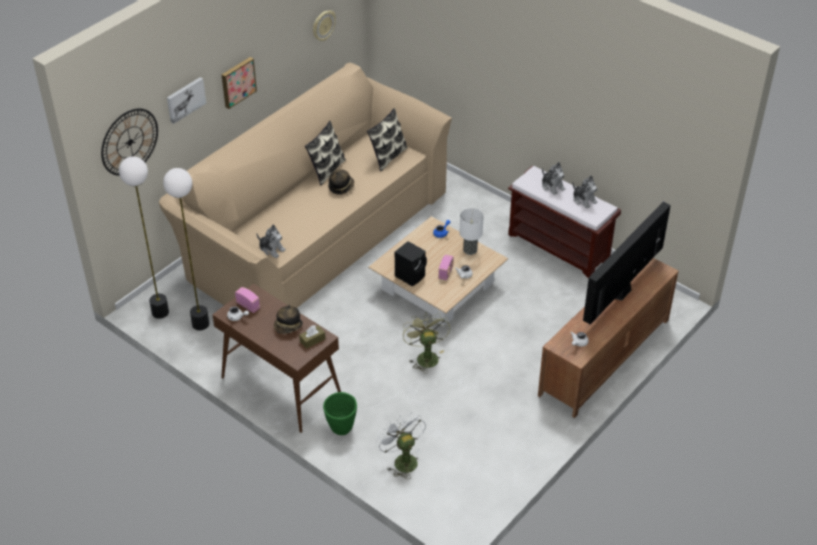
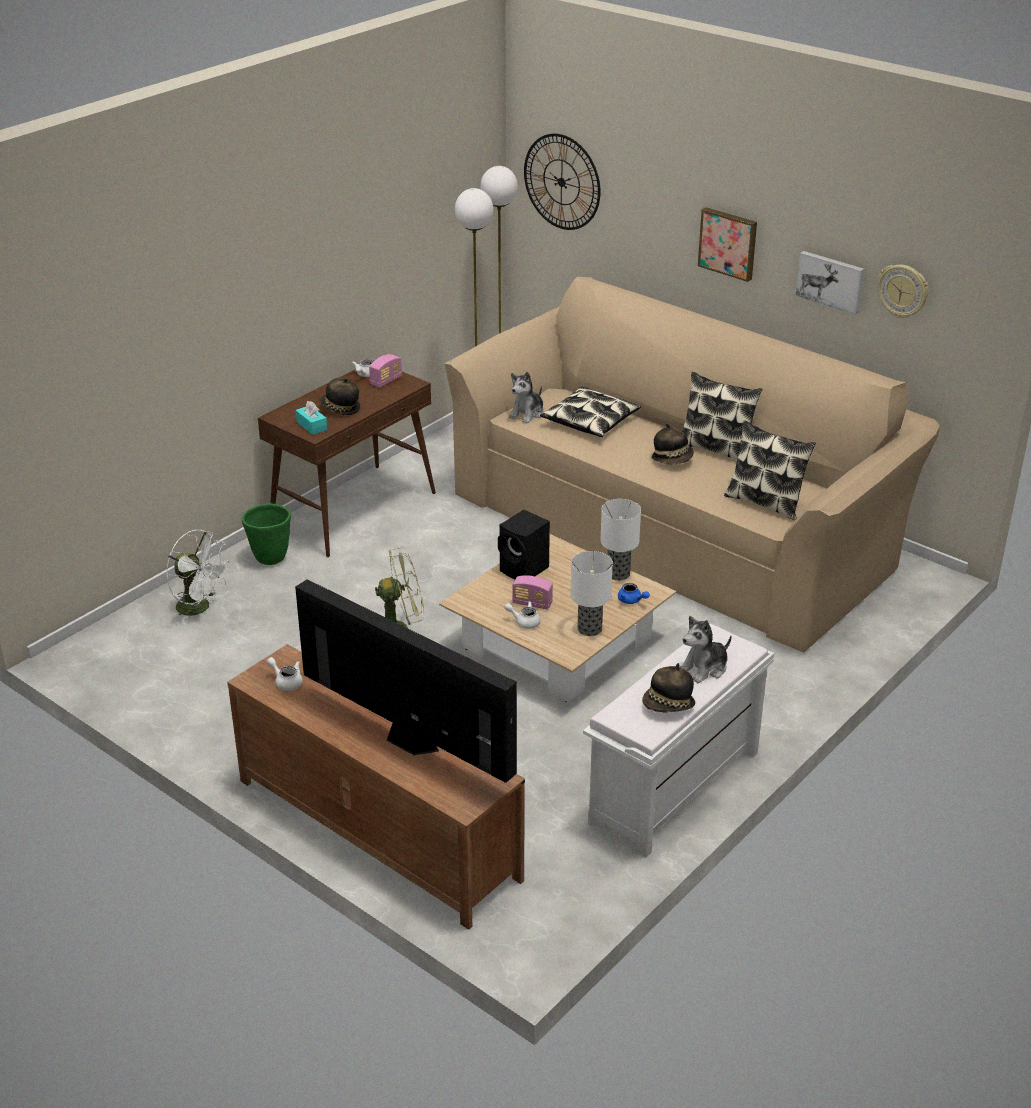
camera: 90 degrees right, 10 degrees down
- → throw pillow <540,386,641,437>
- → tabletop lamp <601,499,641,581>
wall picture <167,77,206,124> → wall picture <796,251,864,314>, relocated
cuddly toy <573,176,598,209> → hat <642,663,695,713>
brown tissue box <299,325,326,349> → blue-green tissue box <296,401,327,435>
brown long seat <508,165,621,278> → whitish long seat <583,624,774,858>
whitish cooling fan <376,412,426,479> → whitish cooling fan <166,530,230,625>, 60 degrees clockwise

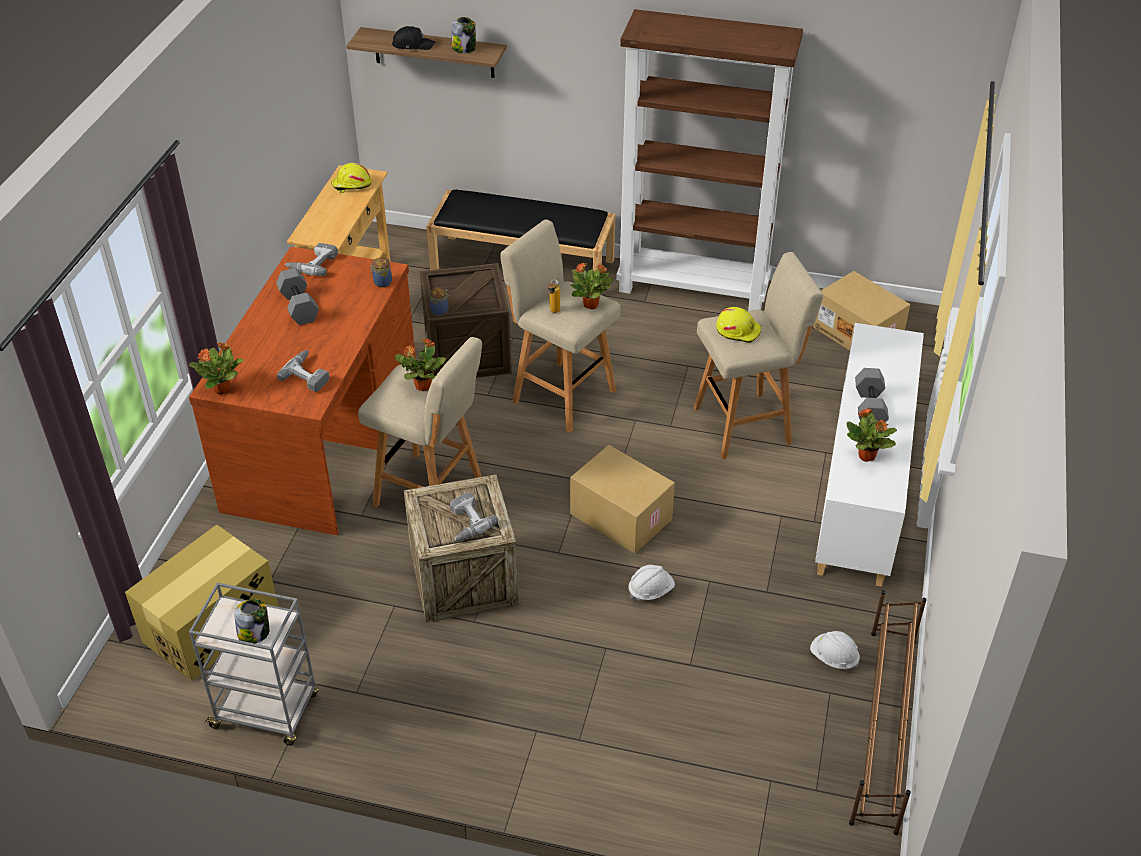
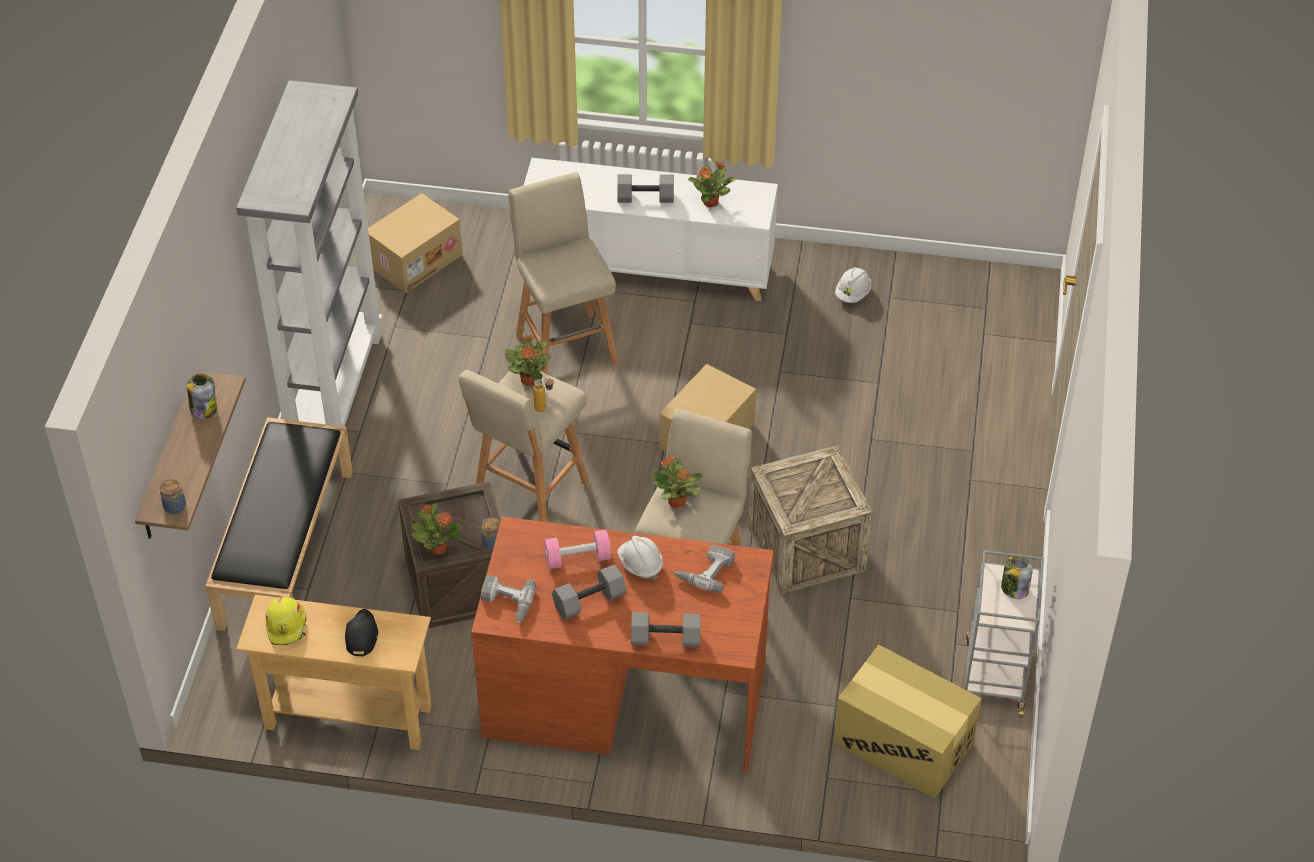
camera: 95 degrees left, 5 degrees up
power drill <450,492,498,541> → -
yellowish work helmet <716,307,761,343> → -
brown shoe rack <849,590,927,835> → -
- → pink-coloured hand weight <544,530,611,569>
- → greyish hand weight <631,612,701,647>
potted plant <189,342,243,395> → potted plant <411,503,462,555>, relocated
storage jar <370,257,392,287> → storage jar <160,479,186,514>, relocated
black-coloured peaked cap <392,26,436,50> → black-coloured peaked cap <345,609,378,657>, relocated
whitish work helmet <628,565,675,601> → whitish work helmet <617,536,663,580>, relocated
brown bookshelf <616,9,803,311> → greyish bookshelf <236,80,383,427>

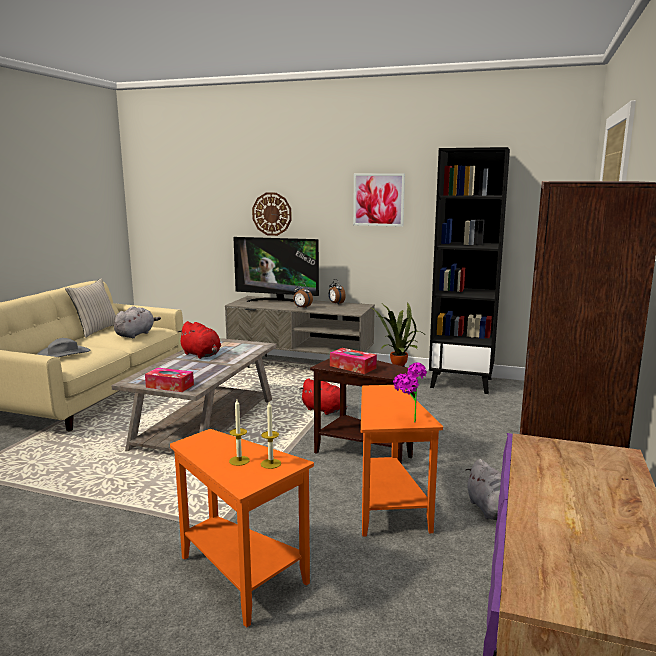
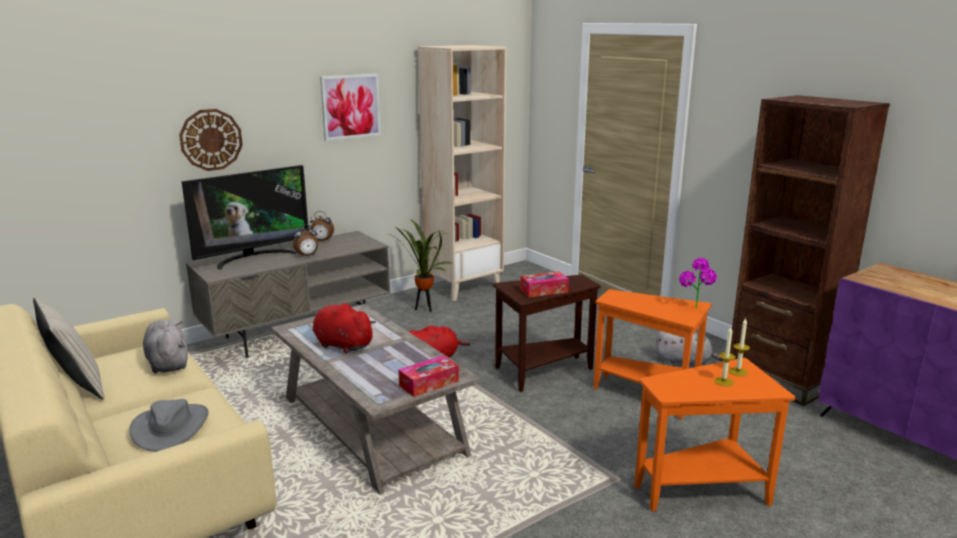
camera: 55 degrees left, 5 degrees up
black-coloured bookshelf <429,147,510,394> → sand-coloured bookshelf <418,45,507,301>
red-coloured cuddly toy <177,321,221,359> → red-coloured cuddly toy <313,303,376,354>, 135 degrees counterclockwise

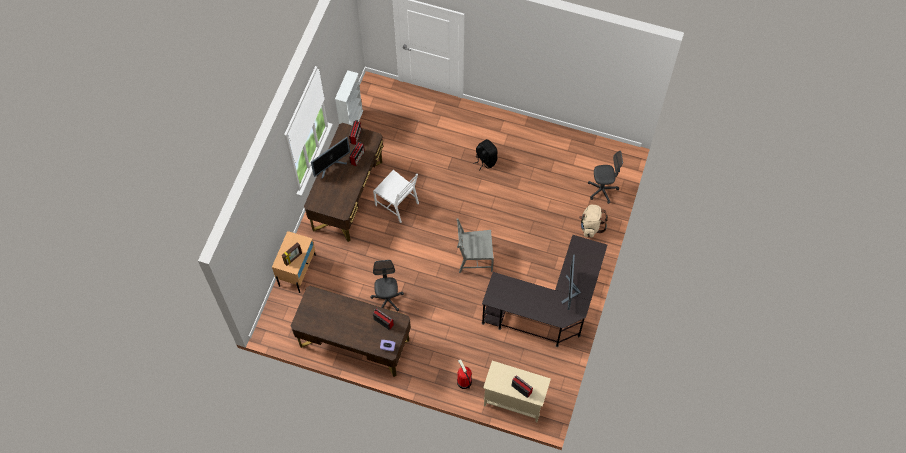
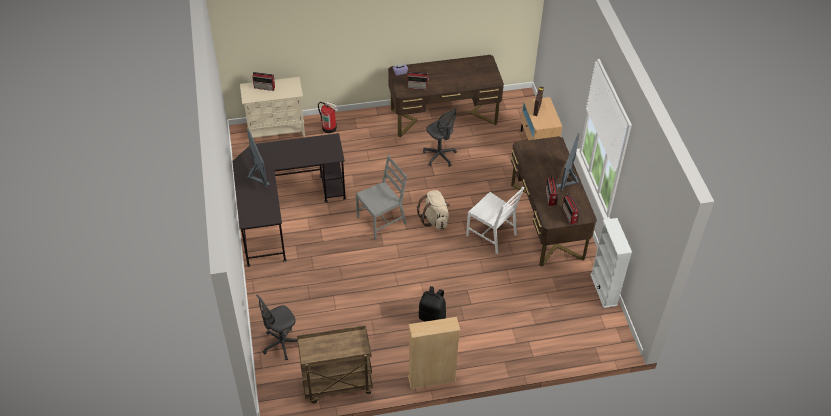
camera: 150 degrees right, 15 degrees down
- → brown cart <297,325,373,404>
- → sand-coloured bookshelf <408,317,460,389>
sand-coloured rucksack <579,205,608,238> → sand-coloured rucksack <417,190,450,230>, relocated
whitish plain chair <373,170,419,223> → whitish plain chair <466,187,524,254>, 150 degrees counterclockwise

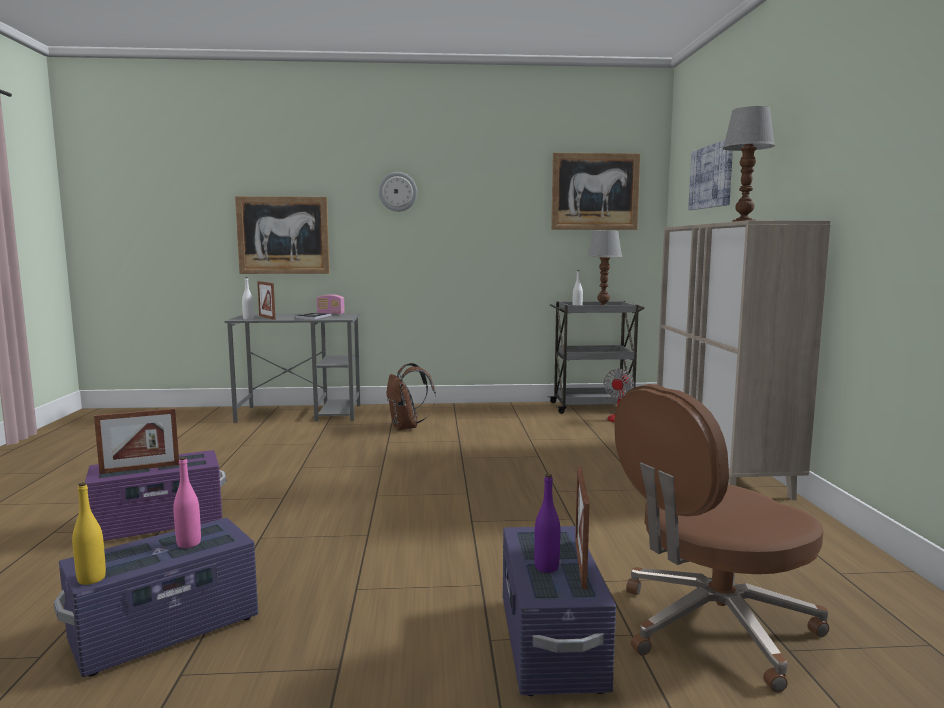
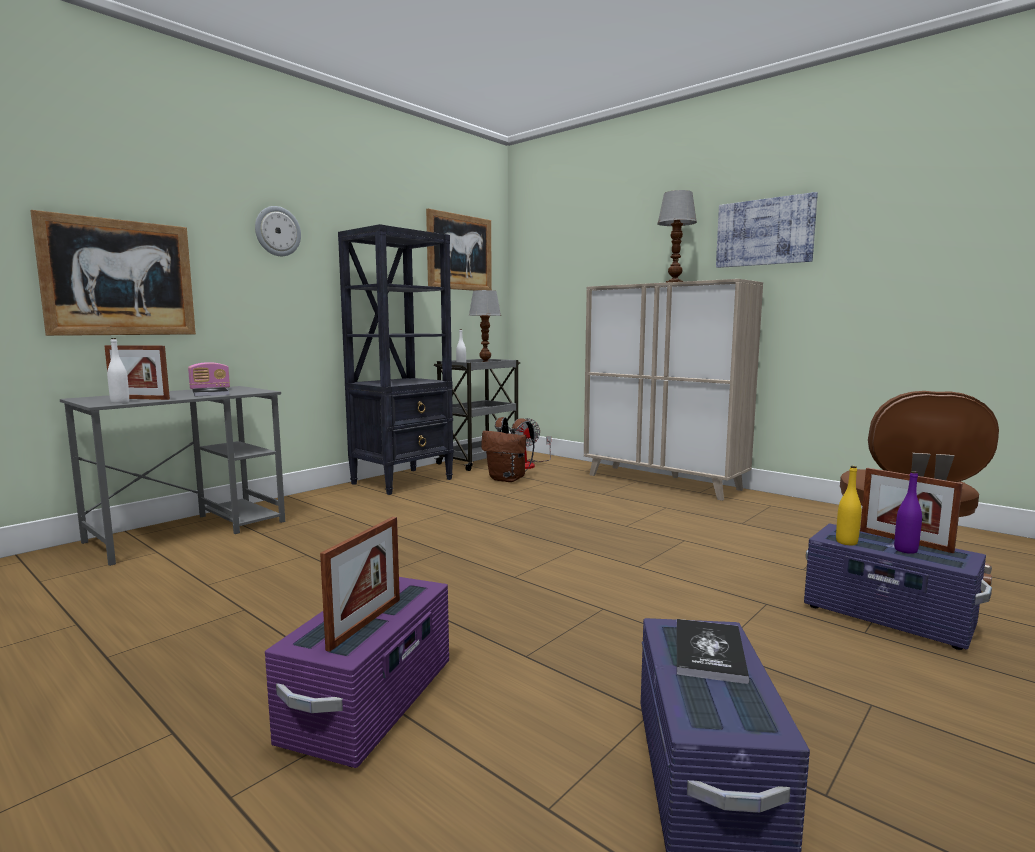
camera: 45 degrees left, 0 degrees up
- → black-coloured bookshelf <338,224,454,495>
yellowish bottle <72,482,106,585> → yellowish bottle <836,466,861,545>, relocated
brown rucksack <386,363,436,430> → brown rucksack <481,417,535,482>, relocated
wall picture <688,140,733,210> → wall picture <716,192,818,268>, relocated
pink-coloured bottle <173,457,201,548> → book <677,619,749,684>

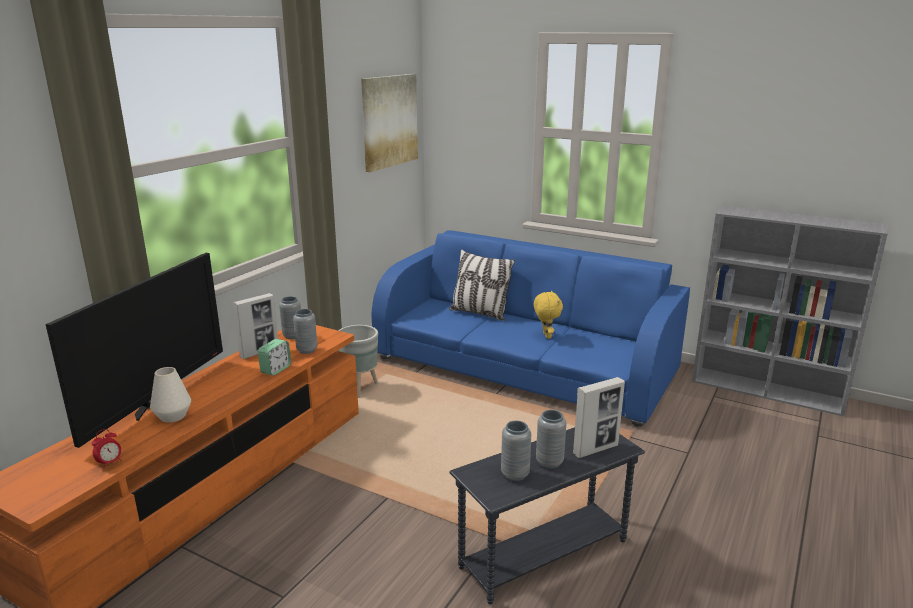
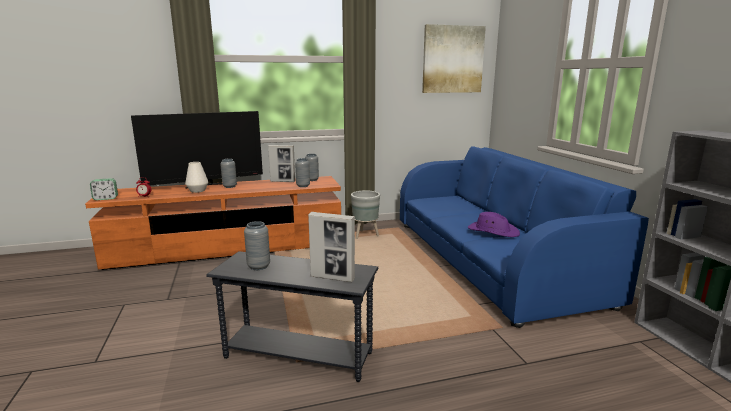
camera: 45 degrees right, 5 degrees down
throw pillow <449,249,515,321> → -
table clock <258,339,291,376> → table clock <90,178,118,200>, relocated
greyish flower vase <536,410,566,469> → greyish flower vase <220,159,237,188>, relocated
yellowish cuddly toy <534,291,563,339> → purplish hat <468,212,520,237>

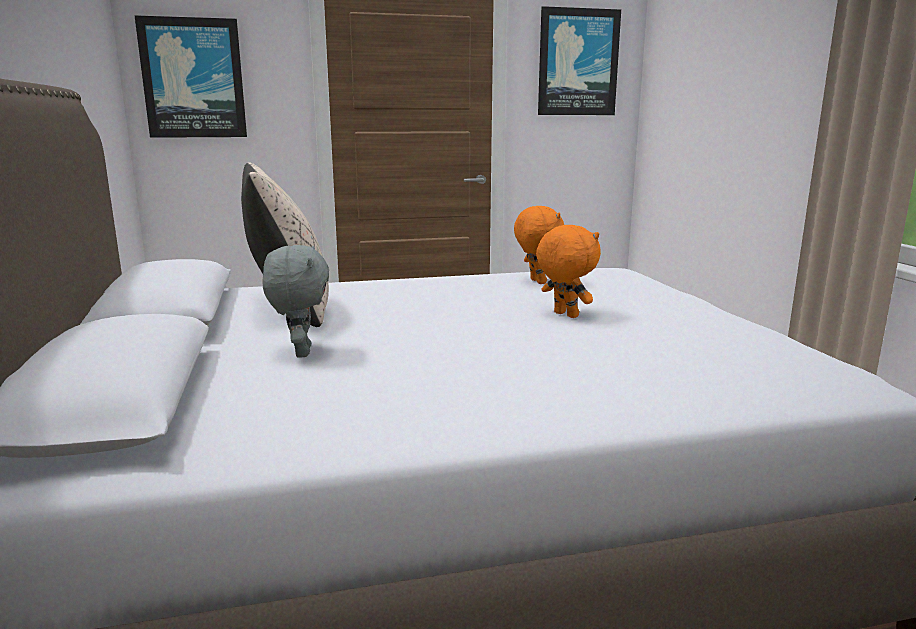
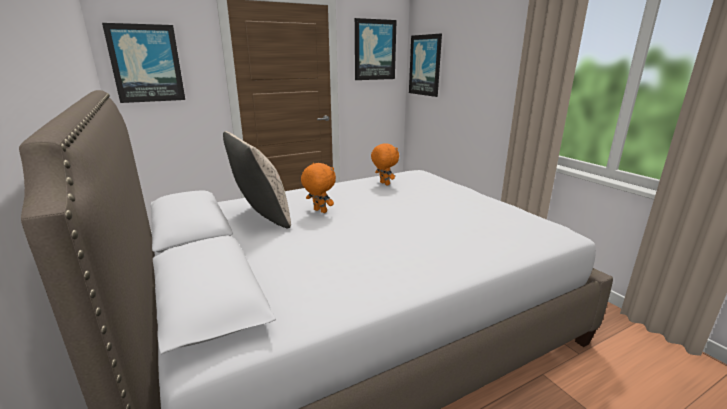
camera: 15 degrees left, 5 degrees up
greyish cuddly toy <262,245,329,358> → -
- → wall picture <409,33,442,97>
orangey cuddly toy <536,225,601,318> → orangey cuddly toy <301,163,336,213>, relocated

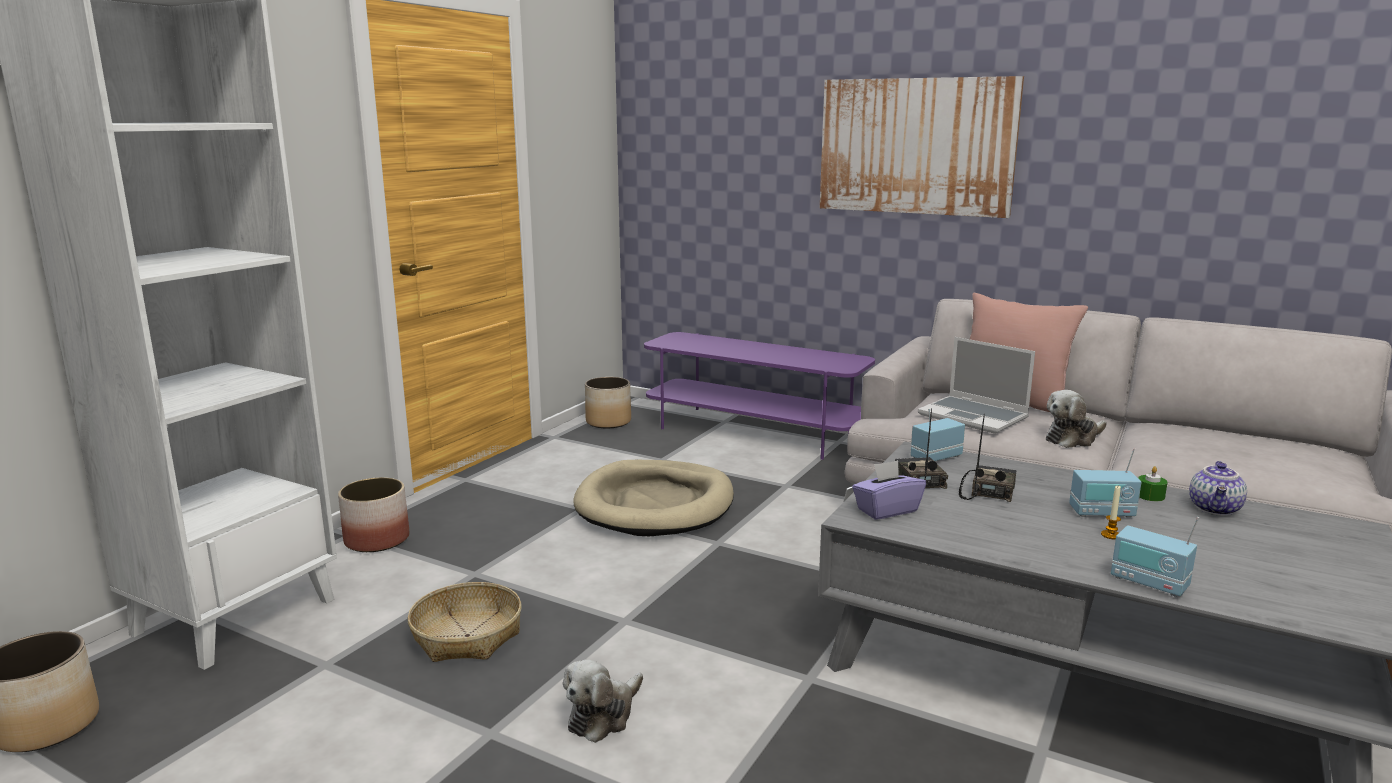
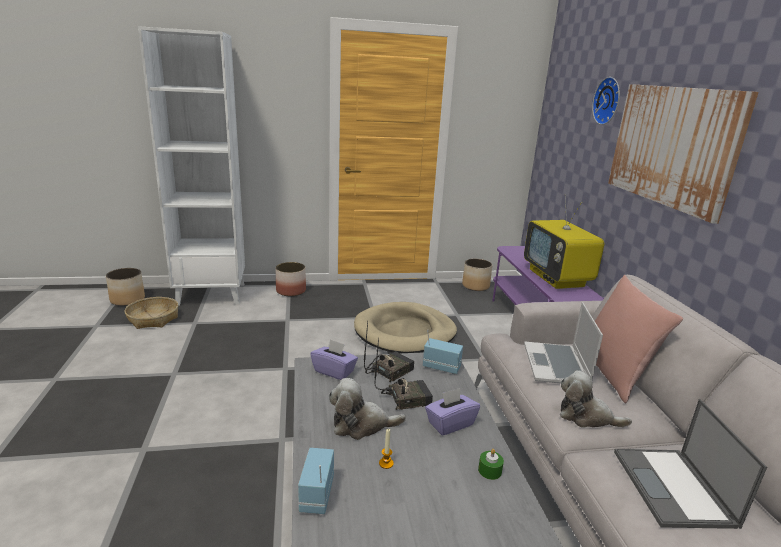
camera: 50 degrees right, 5 degrees up
radio set <1069,448,1141,518> → -
tea pot <1189,461,1247,516> → -
- → purplish tissue box <425,388,480,435>
- → TV set <524,194,604,289>
- → wall clock <592,77,620,125>
- → notebook computer <614,399,767,529>
household basket <407,582,522,662> → household basket <125,297,178,329>, relocated
cuddly toy <563,660,643,743> → cuddly toy <329,378,406,440>, relocated

